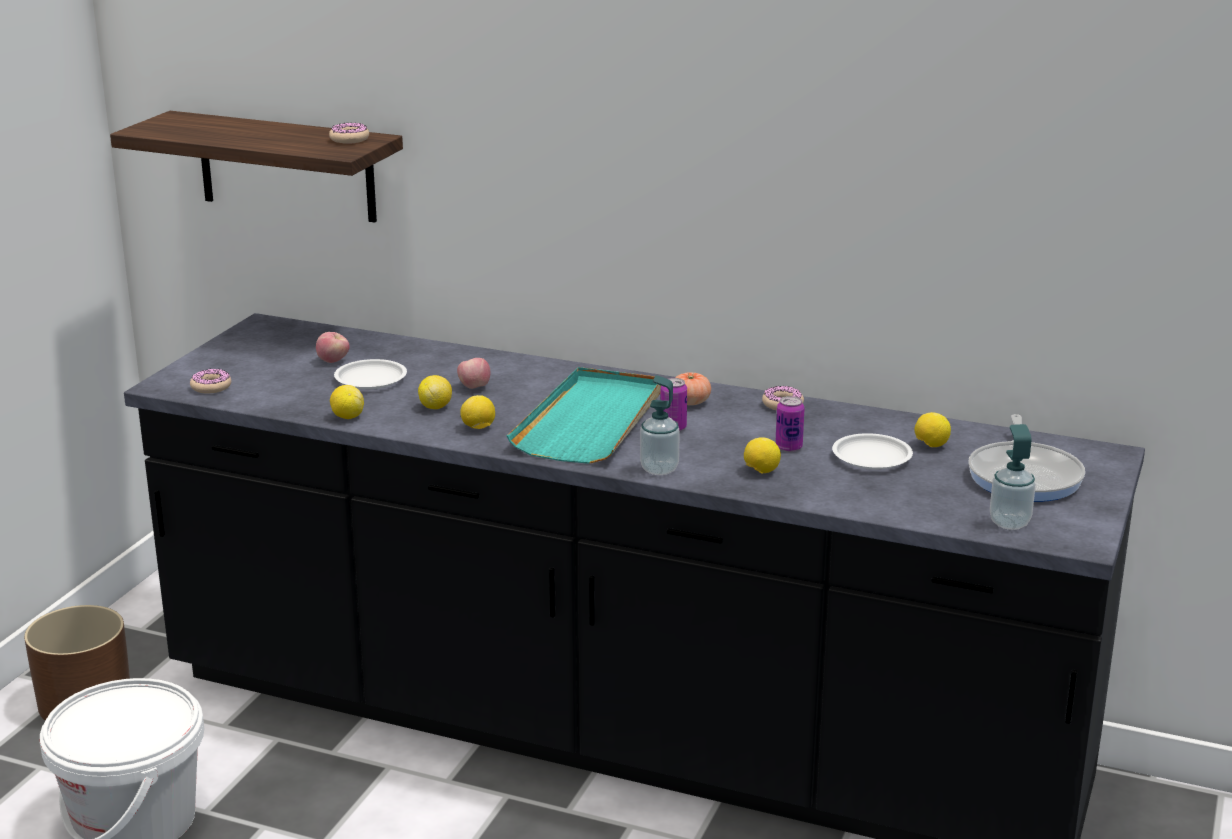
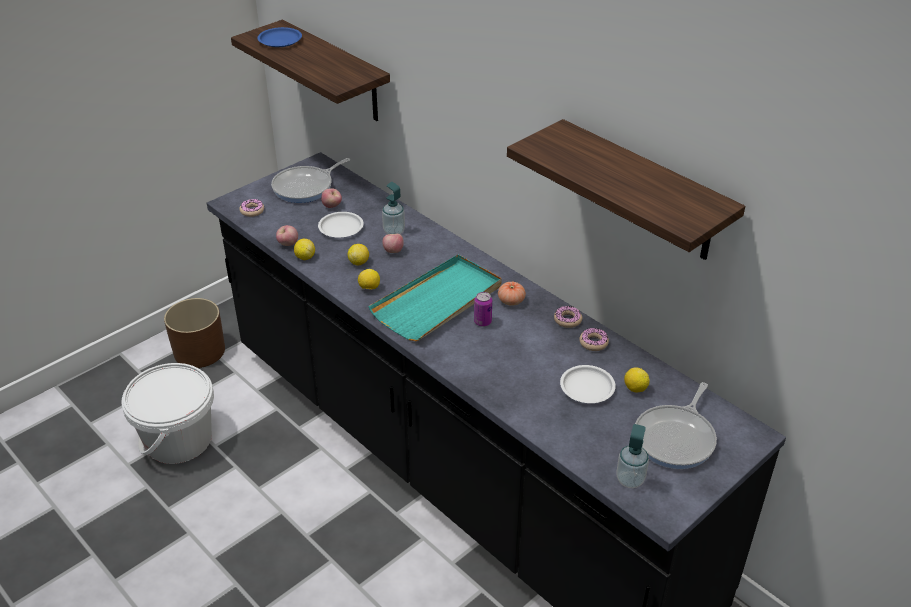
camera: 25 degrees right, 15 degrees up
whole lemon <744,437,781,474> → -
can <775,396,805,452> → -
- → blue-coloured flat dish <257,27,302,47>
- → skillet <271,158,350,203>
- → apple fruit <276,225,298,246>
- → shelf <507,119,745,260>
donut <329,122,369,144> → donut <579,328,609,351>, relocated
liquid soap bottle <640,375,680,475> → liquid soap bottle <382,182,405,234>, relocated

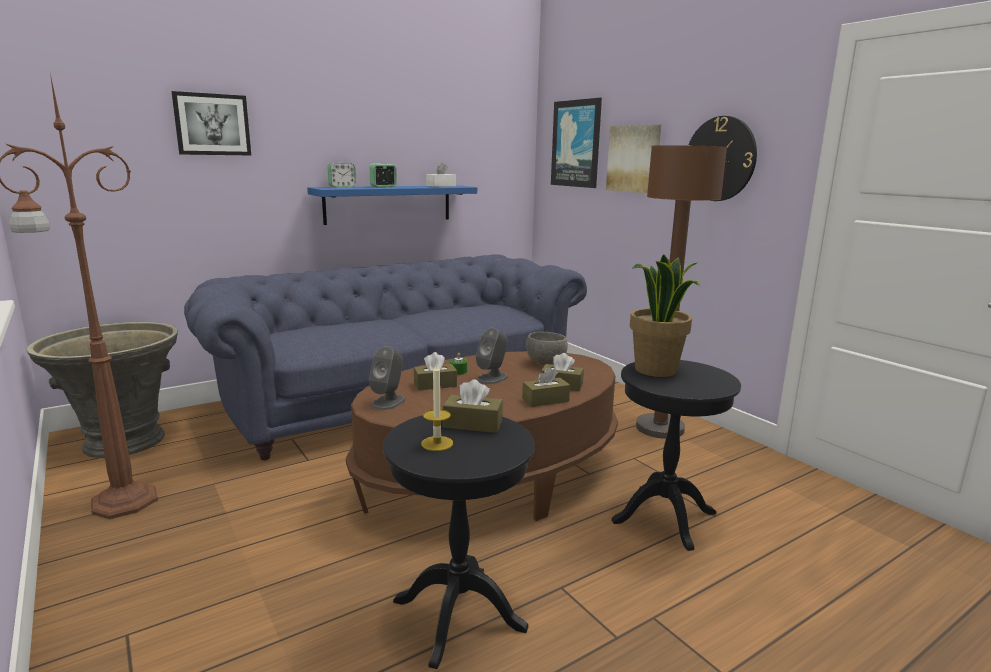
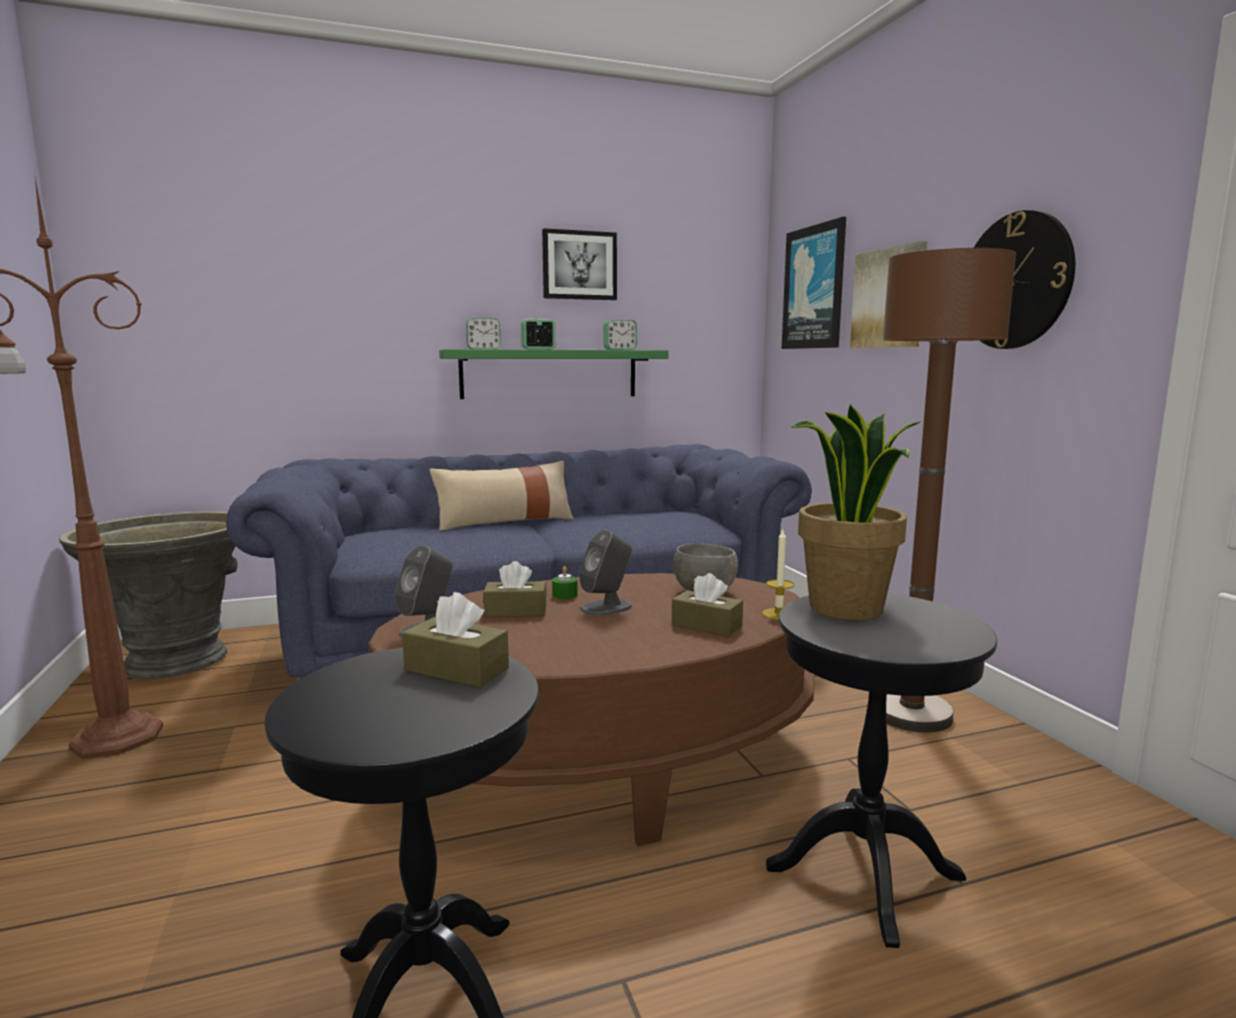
camera: 15 degrees right, 5 degrees down
brown tissue box <522,367,570,407> → -
- → sand-coloured throw pillow <429,461,574,530>
wall picture <171,91,251,155> → wall picture <542,228,617,300>, relocated
candle <421,362,453,451> → candle <762,530,795,620>, relocated
whitish tissue box <426,163,456,187> → table clock <603,320,637,350>
blue-coloured shelf <307,185,477,225> → green shelf <439,349,669,399>

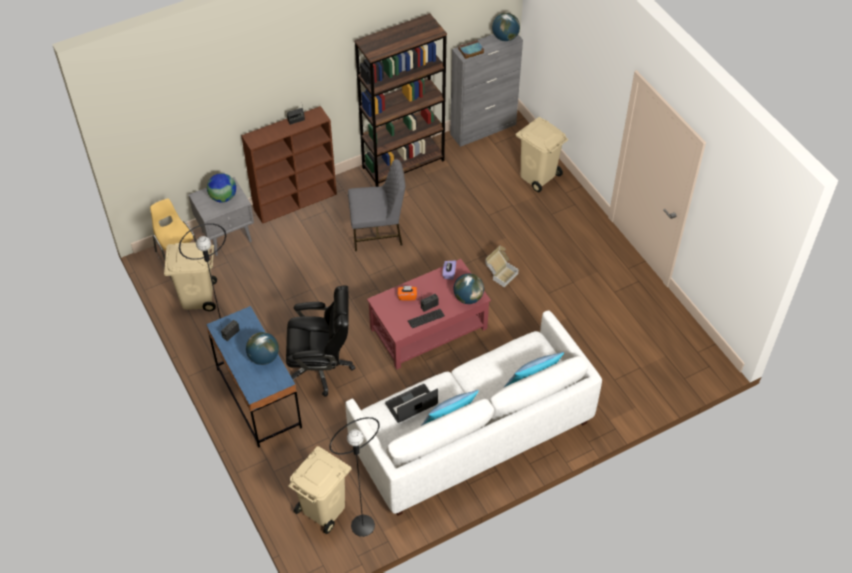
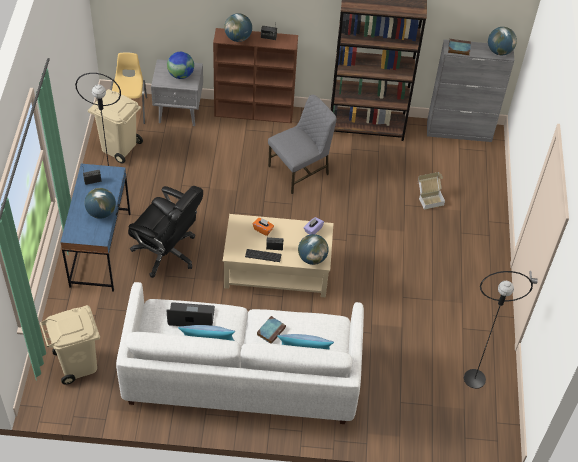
camera: 30 degrees right, 0 degrees up
sand-coloured rubbish bin <515,117,568,192> → -
- → globe <224,13,252,42>
- → book <257,316,286,344>
black-coloured floor lamp <329,417,380,537> → black-coloured floor lamp <464,271,533,389>, relocated
carton <485,246,519,288> → carton <417,172,445,210>, relocated
red-coloured low table <367,259,491,370> → sand-coloured low table <223,214,334,298>
greyish plain chair <348,159,405,251> → greyish plain chair <268,95,336,194>, 60 degrees counterclockwise

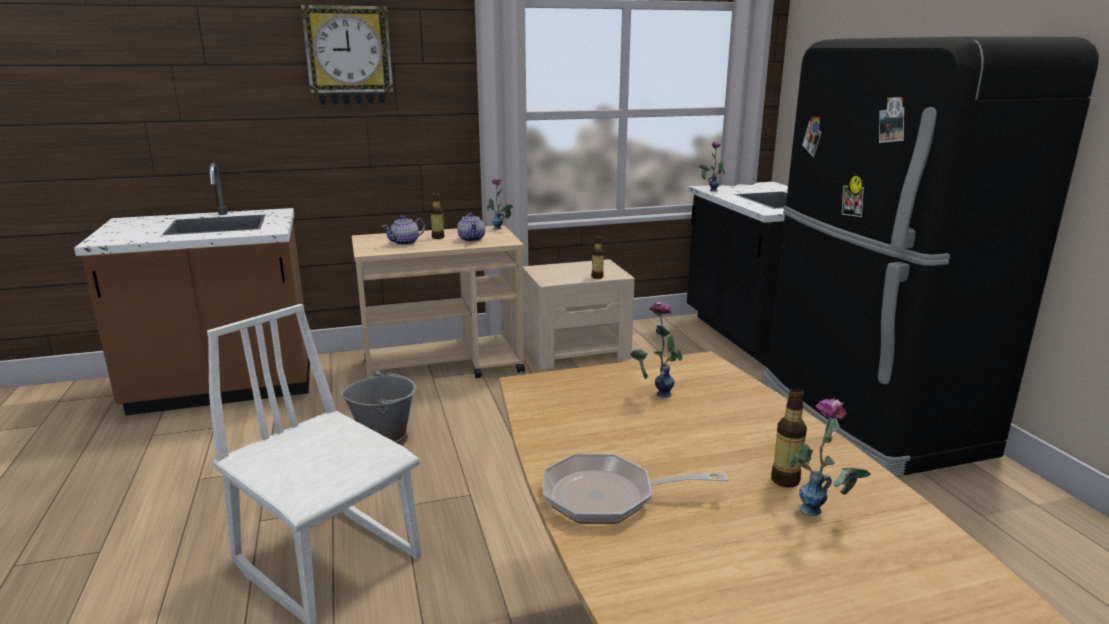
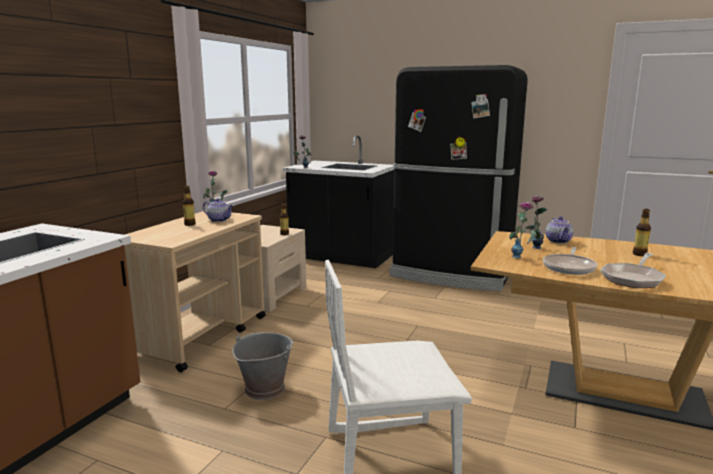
camera: 50 degrees left, 5 degrees down
wall clock <301,5,393,105> → -
- → skillet <543,247,597,275>
tea pot <382,216,425,245> → tea pot <546,216,573,244>, relocated
flower vase <790,399,871,516> → flower vase <509,202,539,259>, relocated

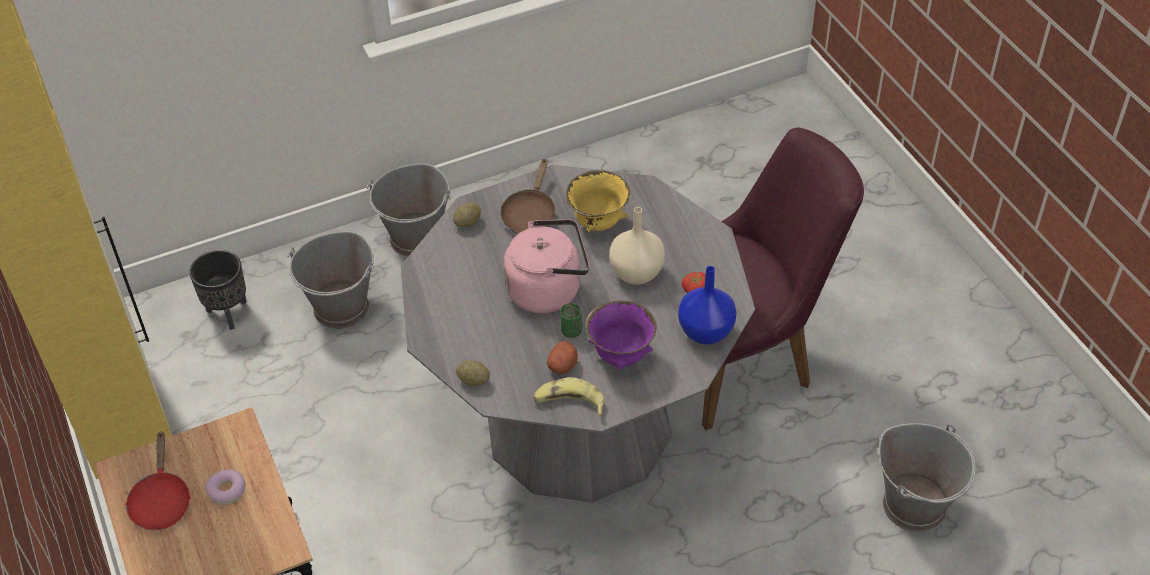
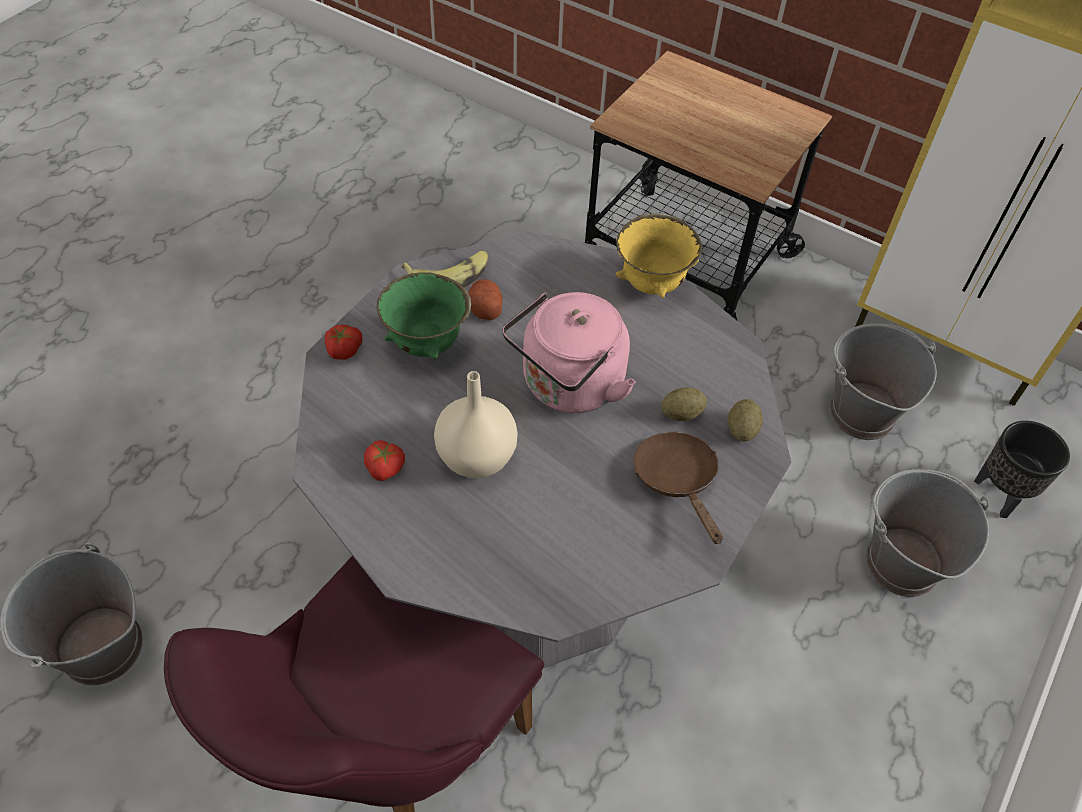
camera: 145 degrees right, 5 degrees up
red-coloured skillet <125,431,191,530> → -
donut <205,469,246,505> → -
green drinking cup <560,303,582,338> → -
blue-coloured flower vase <678,266,737,345> → -
- → whole tomato <325,325,362,360>
greyish water bucket <366,163,452,257> → greyish water bucket <830,323,937,440>, relocated
spud <456,360,490,386> → spud <661,387,707,421>, relocated
yellowish serving bowl <566,170,630,233> → yellowish serving bowl <616,213,702,298>, relocated
purplish serving bowl <585,301,657,370> → green serving bowl <377,272,471,359>

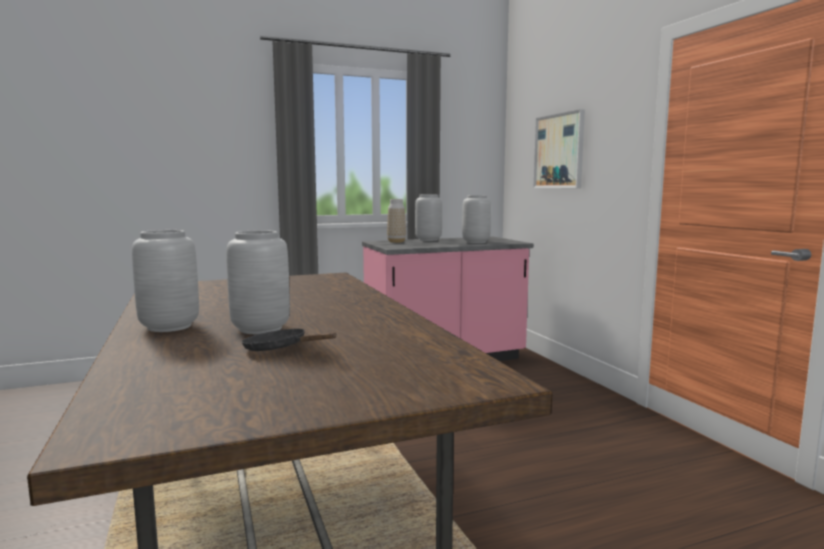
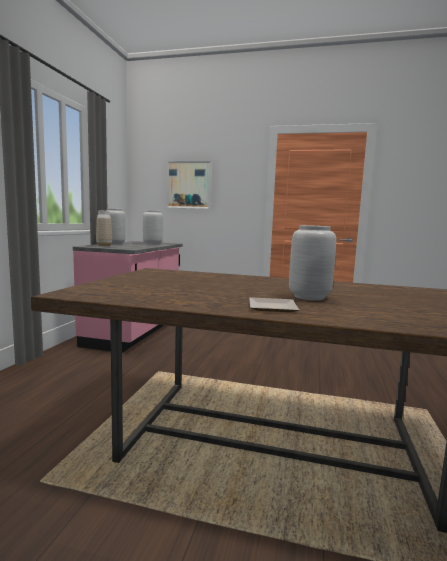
camera: 55 degrees left, 0 degrees up
black-coloured skillet <241,328,337,351> → -
greyish flower vase <132,230,199,332> → flat dish <249,297,299,312>

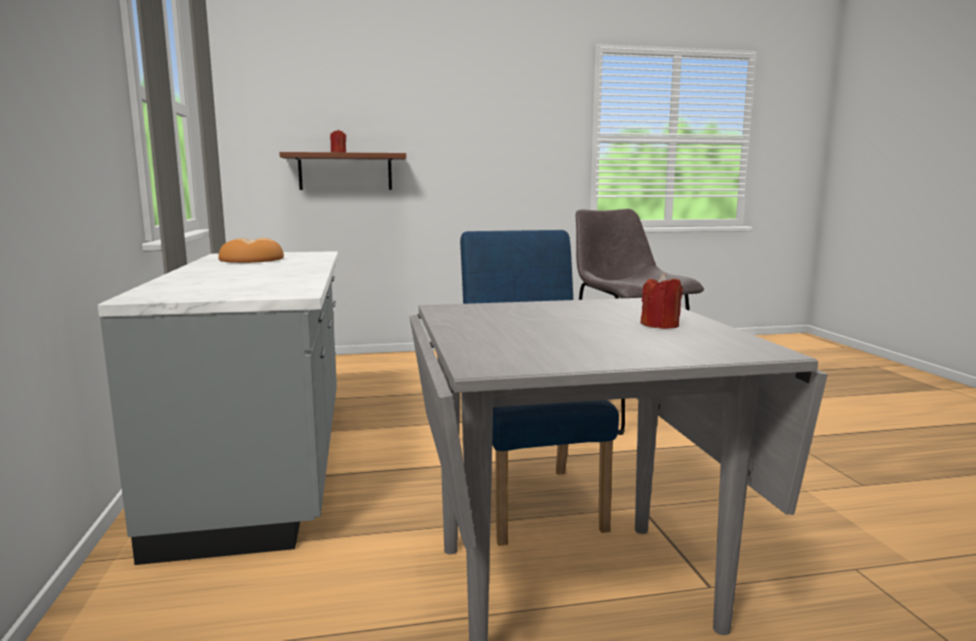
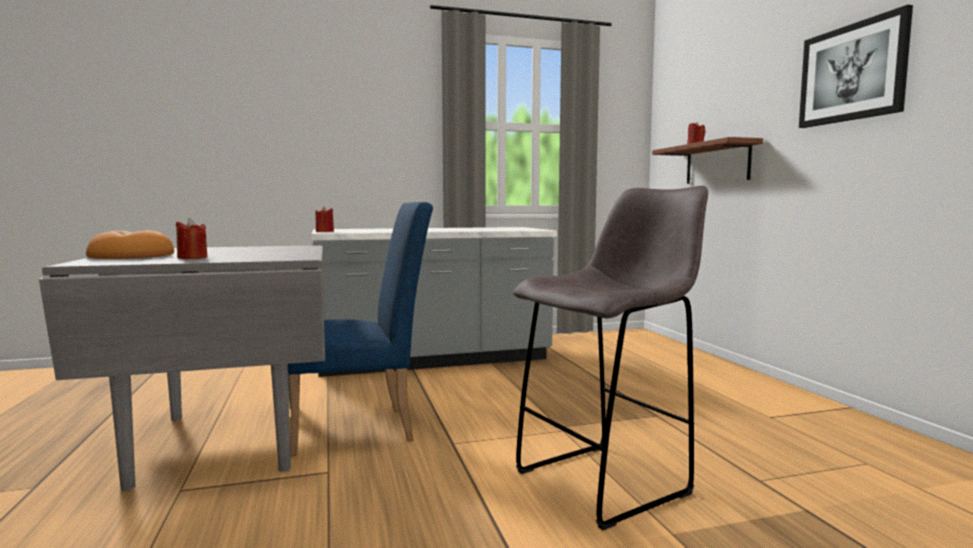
camera: 85 degrees right, 5 degrees down
- → red-coloured candle <315,206,334,232>
- → wall picture <799,5,913,128>
baked bread <218,238,284,263> → baked bread <86,230,174,259>, relocated

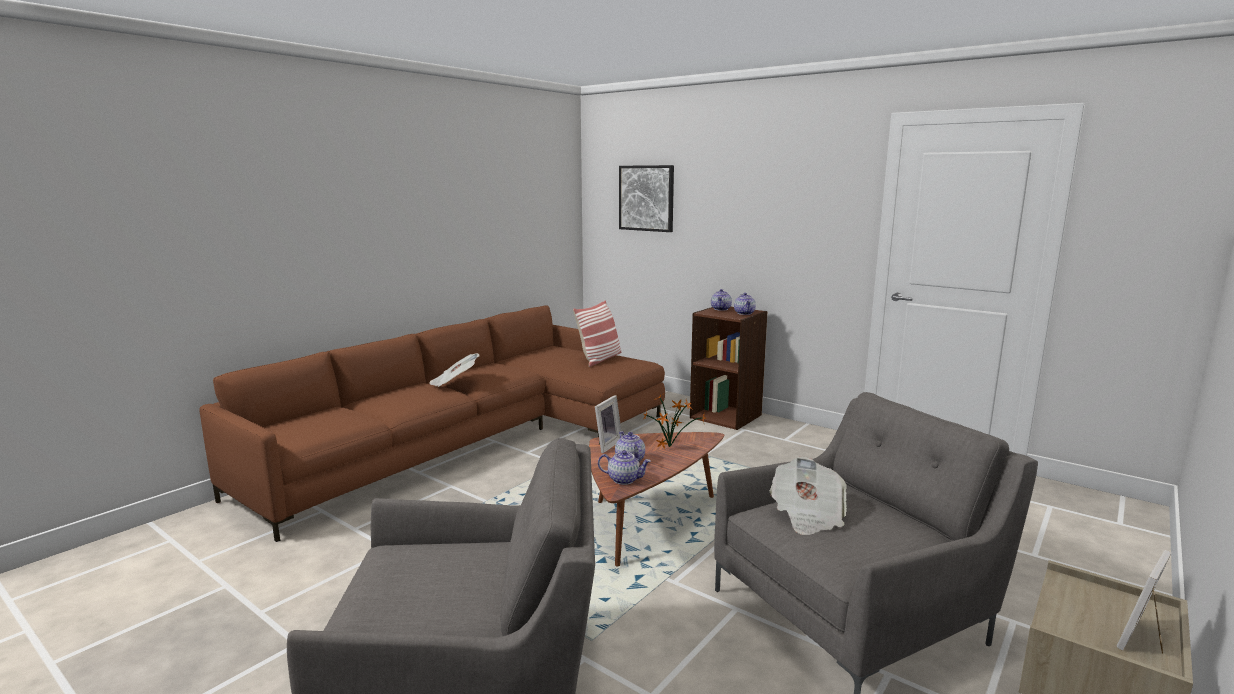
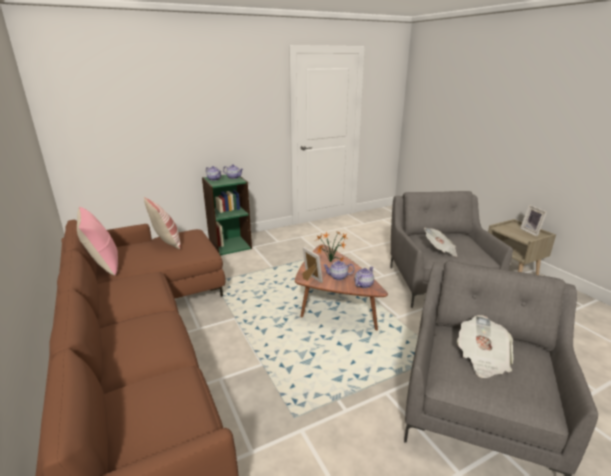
camera: 65 degrees left, 10 degrees up
wall picture <619,165,674,232> → -
- → pink-coloured throw pillow <77,207,118,276>
printed paper <429,353,479,387> → printed paper <457,315,513,378>, relocated
brown bookshelf <690,307,768,430> → green bookshelf <202,175,252,255>

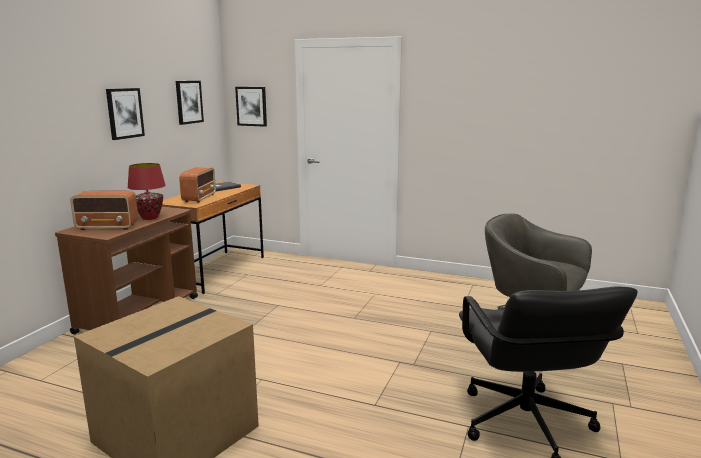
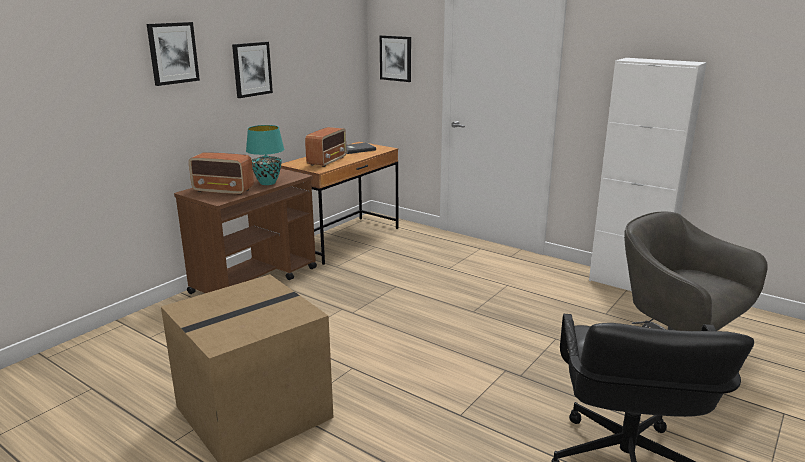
camera: 15 degrees right, 5 degrees up
- → whitish cupboard <589,58,707,291>
wall picture <176,81,204,125> → wall picture <147,22,200,86>, relocated
red-coloured tabletop lamp <127,163,166,220> → blue-green tabletop lamp <246,125,284,185>

